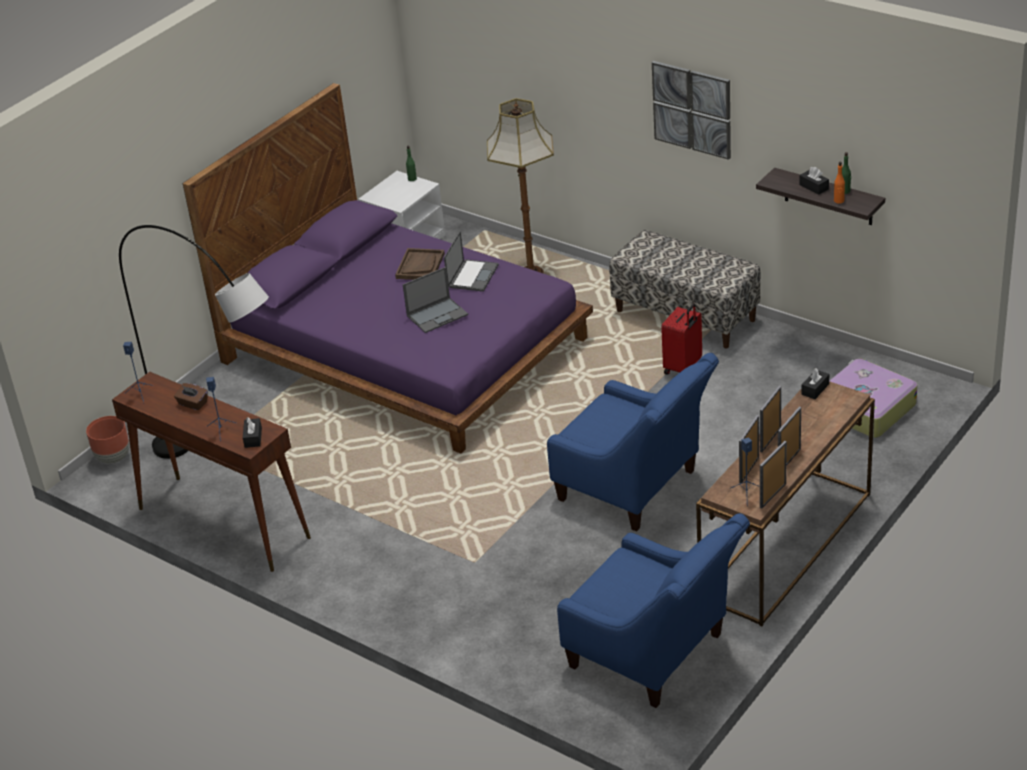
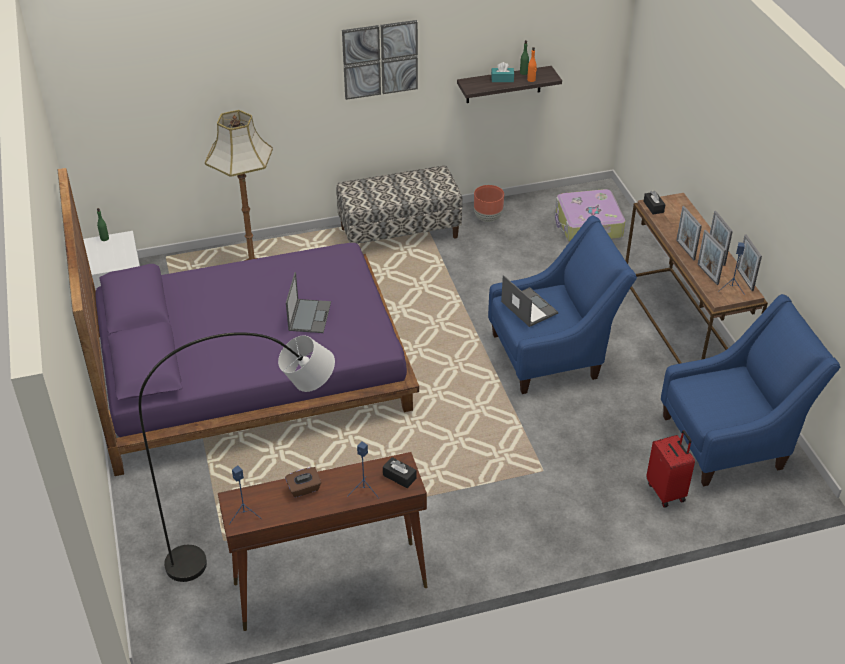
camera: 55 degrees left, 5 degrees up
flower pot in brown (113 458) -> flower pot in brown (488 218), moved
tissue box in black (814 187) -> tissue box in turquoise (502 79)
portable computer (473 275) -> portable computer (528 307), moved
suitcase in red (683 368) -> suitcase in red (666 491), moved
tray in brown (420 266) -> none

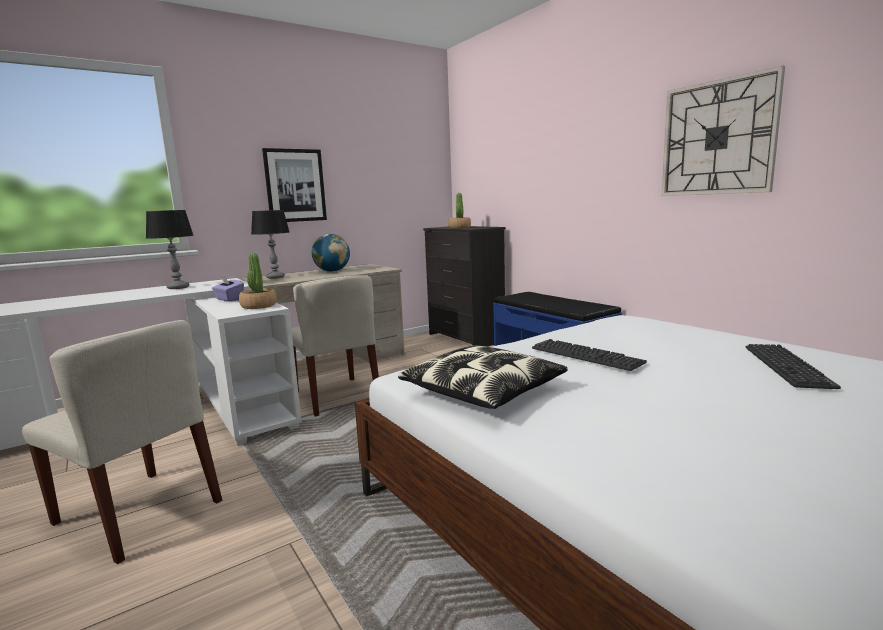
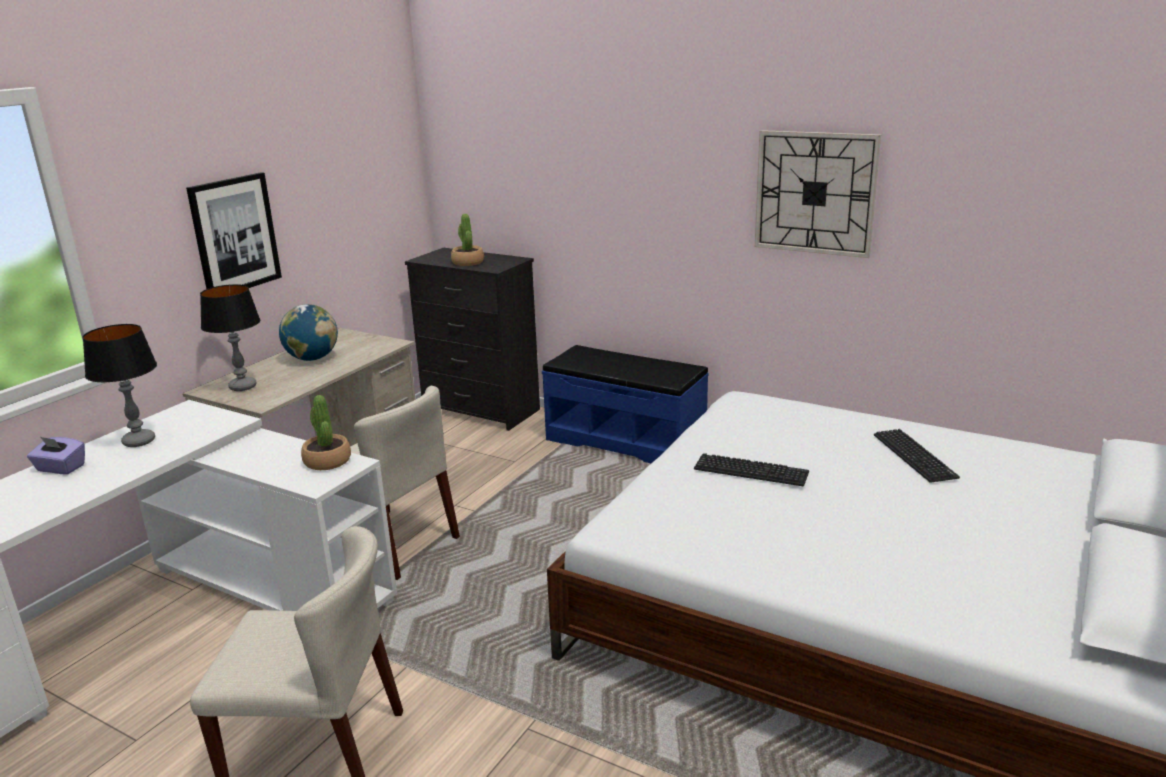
camera: 25 degrees left, 10 degrees up
tissue box in purple-coloured (229 299) -> tissue box in purple-coloured (60 468), moved
throw pillow (483 391) -> none

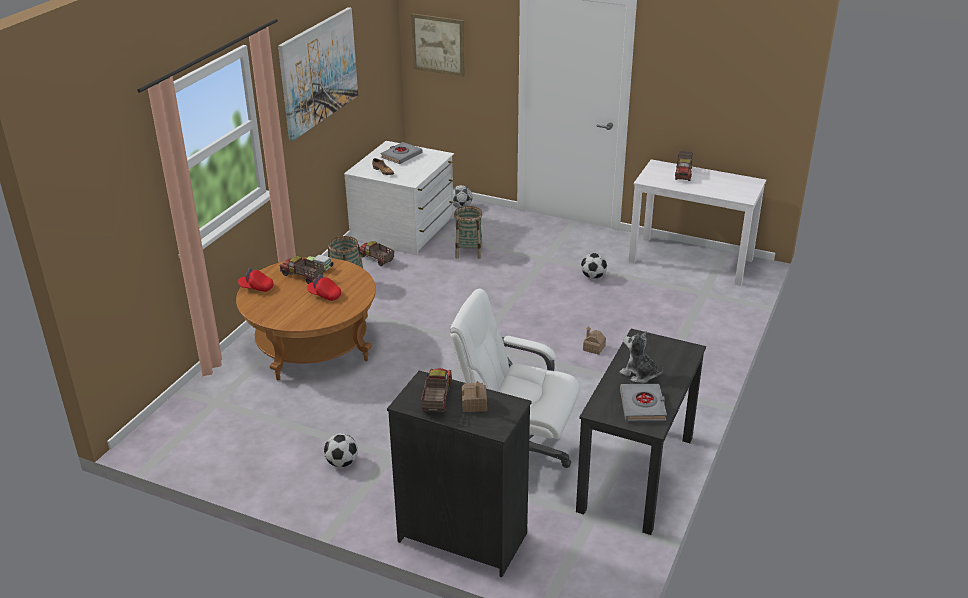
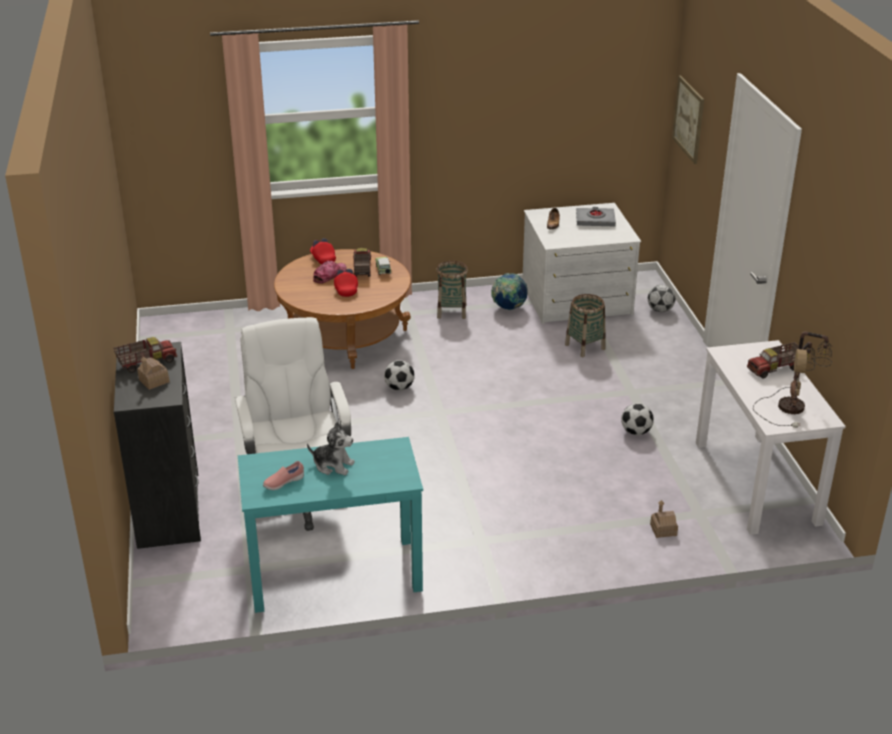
camera: 55 degrees right, 0 degrees up
desk table in black (636 474) -> desk table in turquoise (334 574)
book in grey (642 406) -> item of footwear in pink (283 483)
cuddly toy (639 374) -> cuddly toy (333 465), 105 degrees clockwise
none -> peaked cap (329 275)
football (342 463) -> football (399 388), moved
model truck (376 259) -> world globe (508 308)
toy house (594 348) -> toy house (663 530), moved
none -> lamp for a table (792 406)
wall picture (318 72) -> none

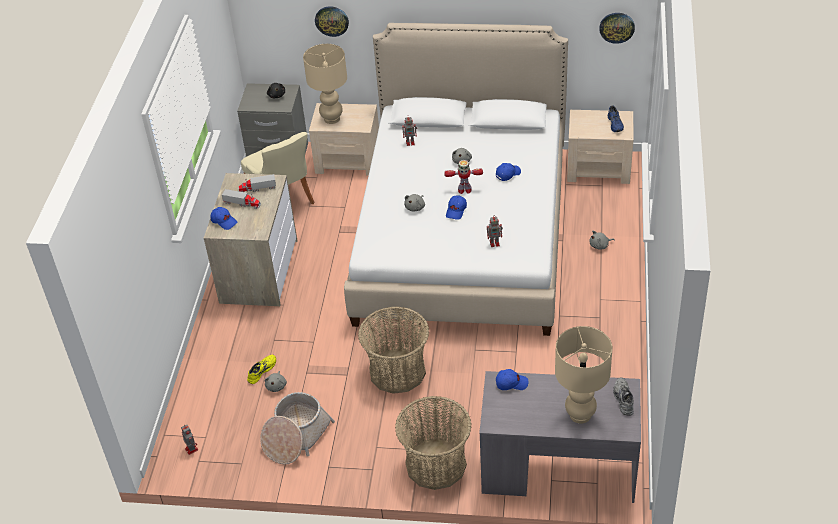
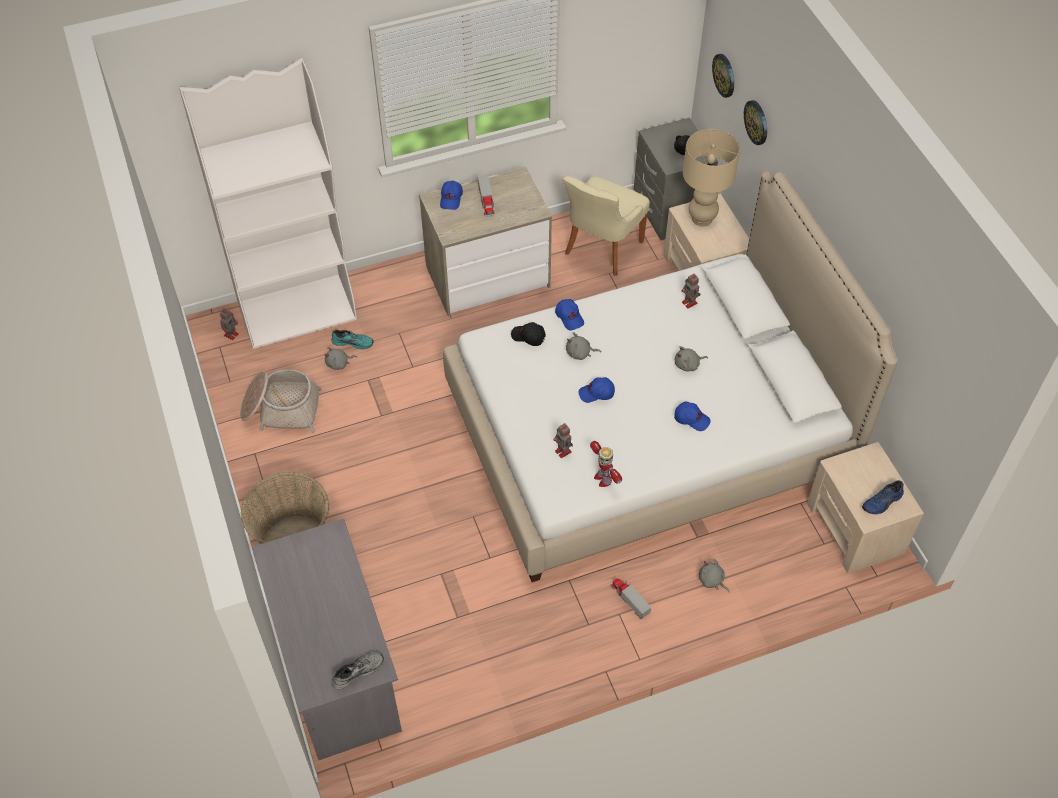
camera: 60 degrees right, 10 degrees up
none -> bookcase in white (298 310)
item of footwear in yellow (261 370) -> item of footwear in turquoise (353 342)
none -> peaked cap in black (528 337)
peaked cap in bluish (511 383) -> peaked cap in bluish (569 317), moved
toy robot (464 190) -> toy robot (603 478), moved
model truck (257 188) -> model truck (629 599), moved
hanging clock (617 27) -> hanging clock (724 75), moved
basket (397 371) -> none
lamp for a table in beige (579 415) -> none

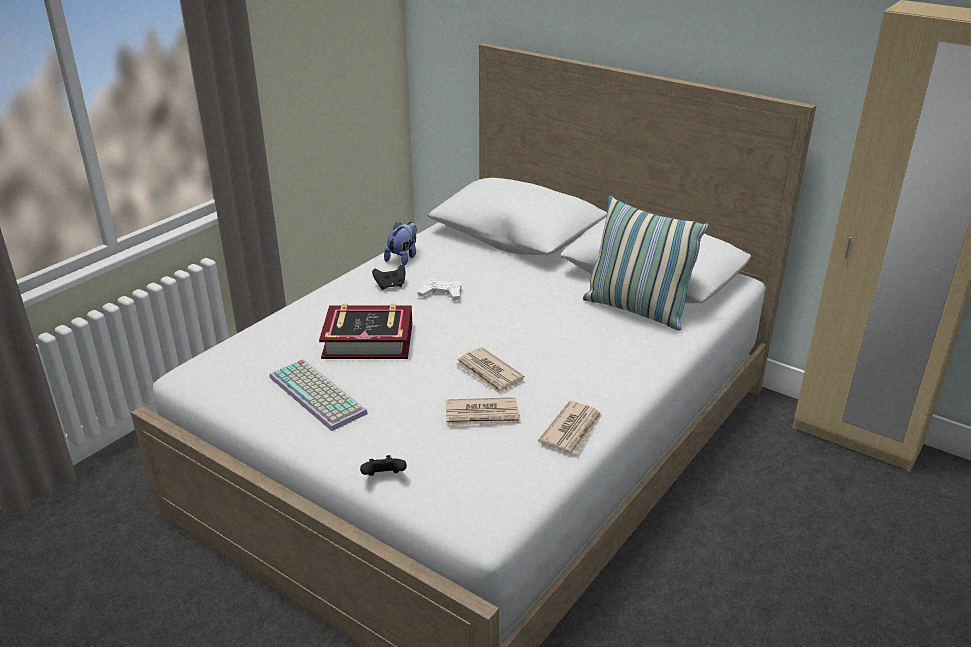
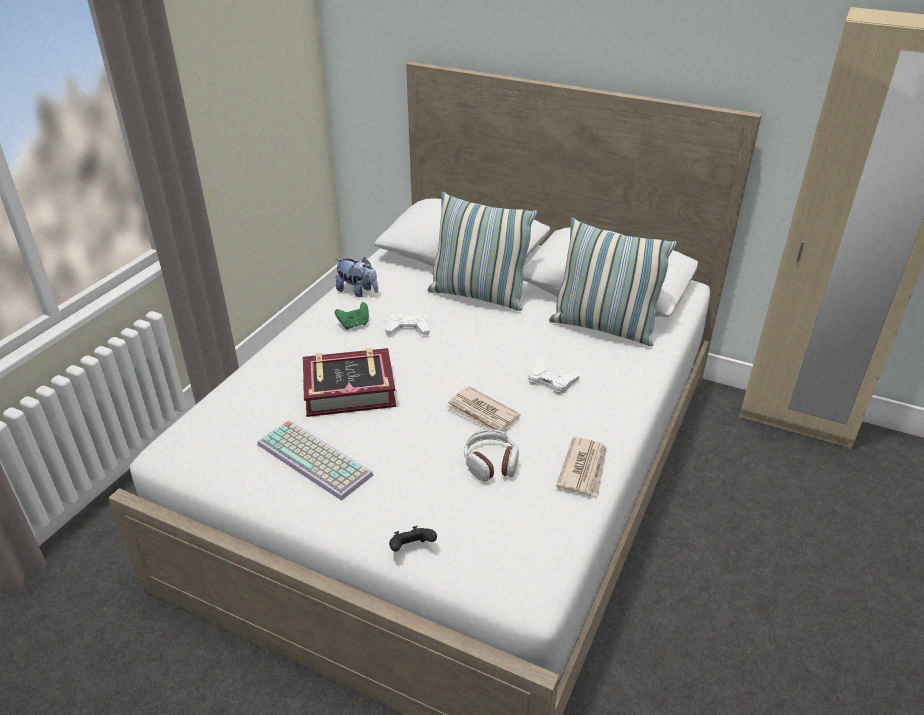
camera: 10 degrees left, 5 degrees up
cuddly toy (403 258) -> cuddly toy (358 291), 105 degrees clockwise
game controller in black (390 286) -> game controller in greenish (354 325)
none -> throw pillow (478 295)
newspaper (483 415) -> headphones (491 463)
none -> game controller in white (551 380)

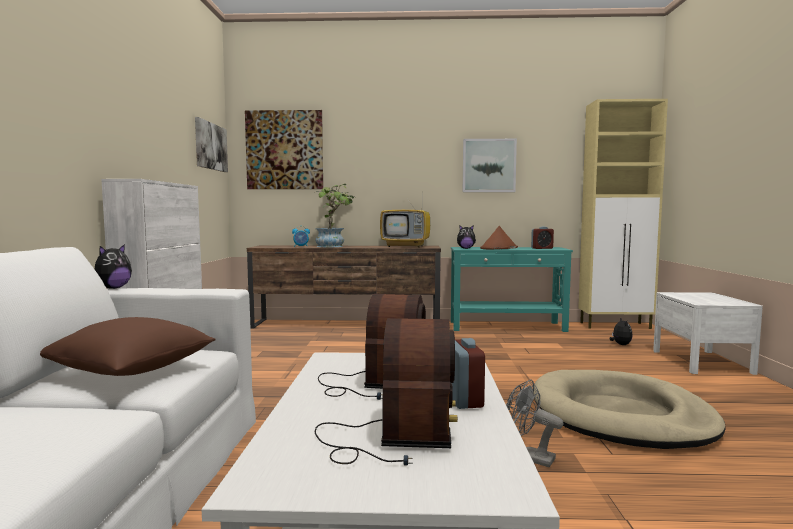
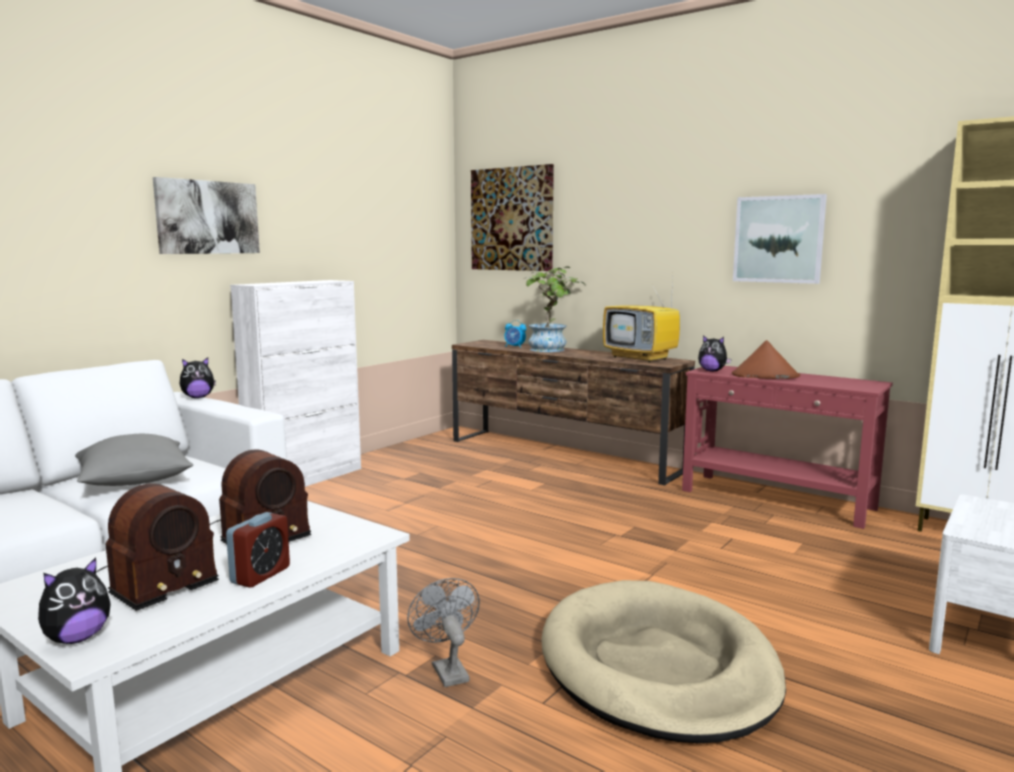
camera: 35 degrees right, 5 degrees up
cuddly toy (620 344) -> cuddly toy (77 638), moved
throw pillow in brown (131 371) -> throw pillow in grey (134 481)
wall picture (210 146) -> wall picture (207 217), moved
hall table in turquoise (507 326) -> hall table in red (777 500)
alarm clock (542 248) -> none

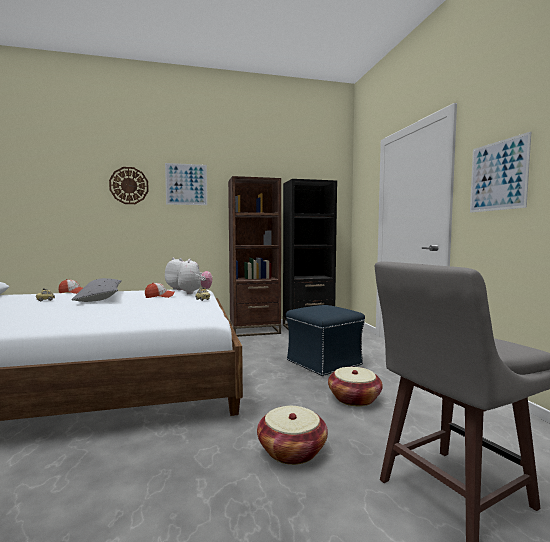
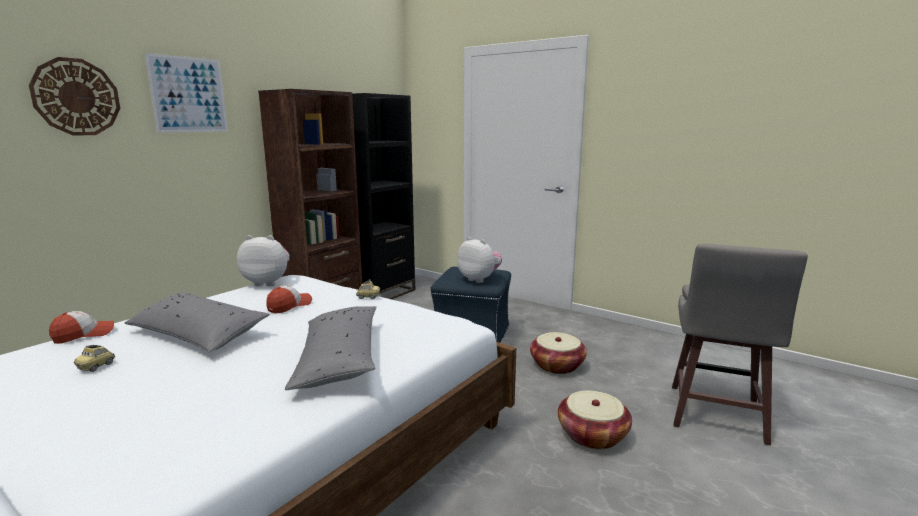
camera: 40 degrees left, 10 degrees up
none -> throw pillow in grey (338 359)
cuddly toy (194 293) -> cuddly toy (479 279), moved
wall picture (498 176) -> none

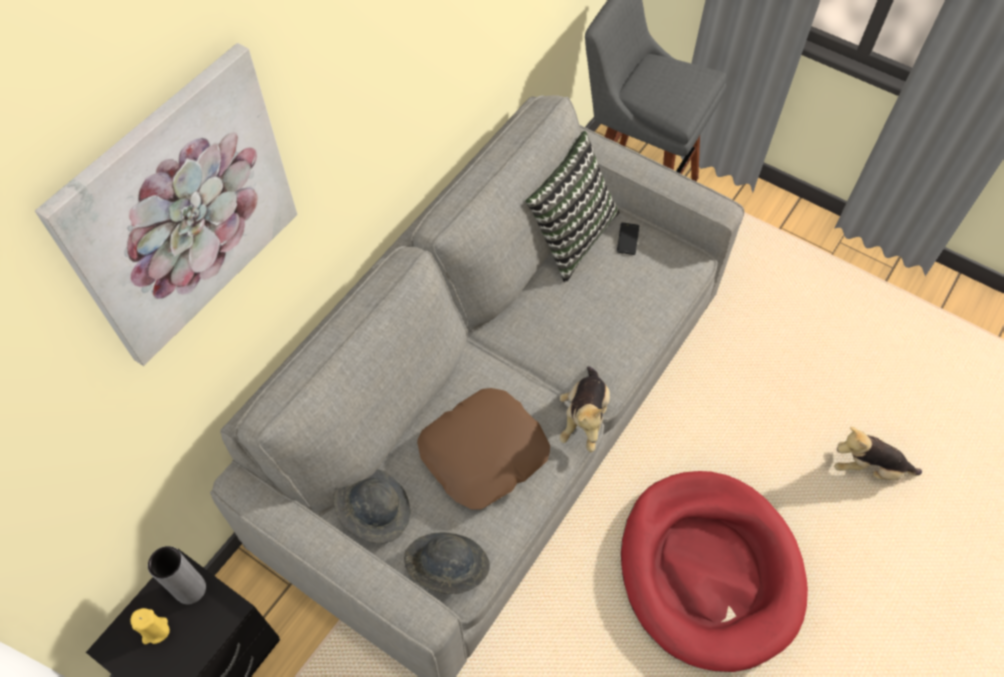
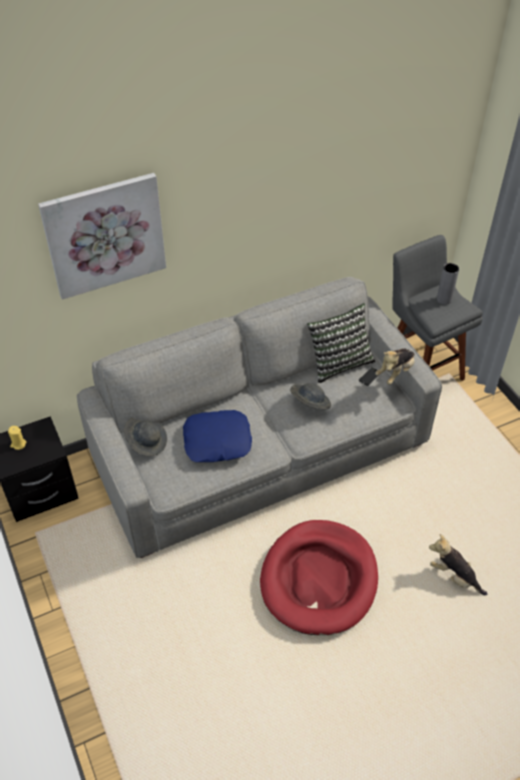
camera: 30 degrees right, 10 degrees down
throw pillow in brown (484 453) -> throw pillow in bluish (217 441)
clothing hat in grey (447 568) -> clothing hat in grey (309 403), moved
cuddly toy (584 418) -> cuddly toy (395 373), moved
decorative vase in grey (190 589) -> decorative vase in grey (444 299), moved

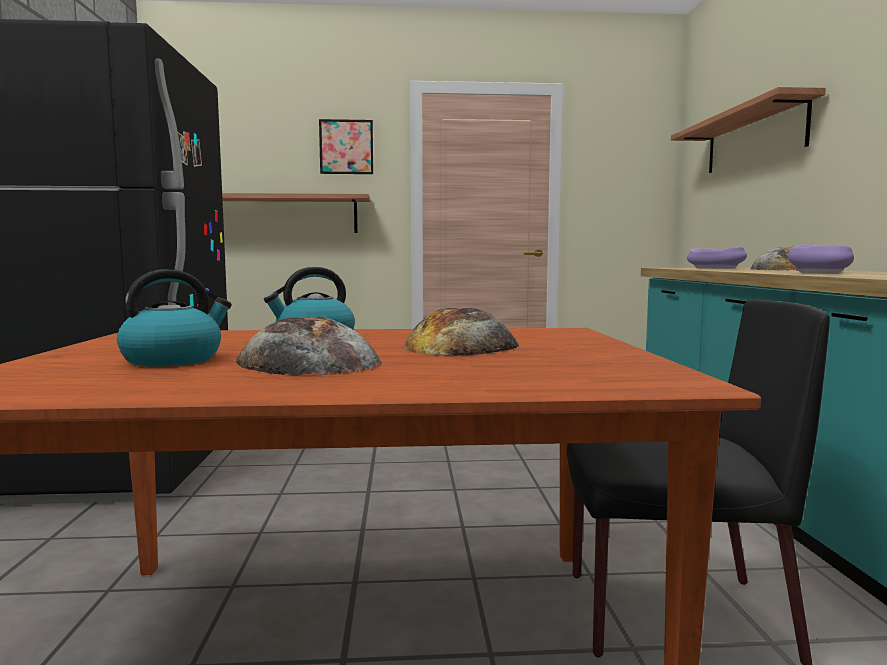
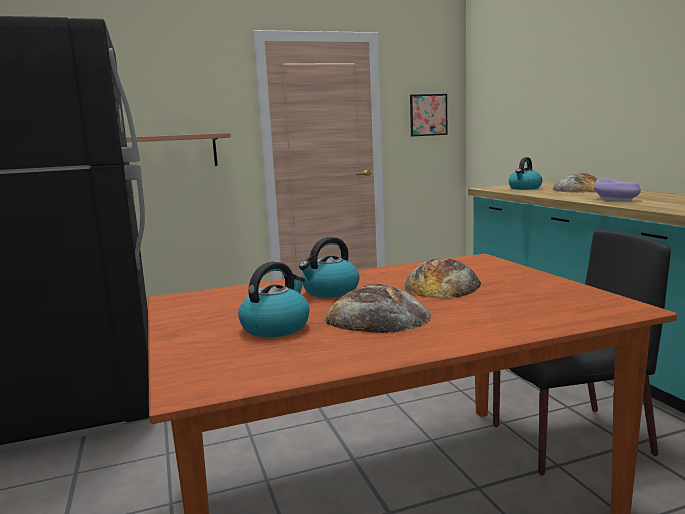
camera: 15 degrees left, 5 degrees up
wall picture (346 147) -> wall picture (428 115), moved
deep dish in purple-coloured (715 268) -> kettle (525 188)
wall shelf (754 138) -> none

